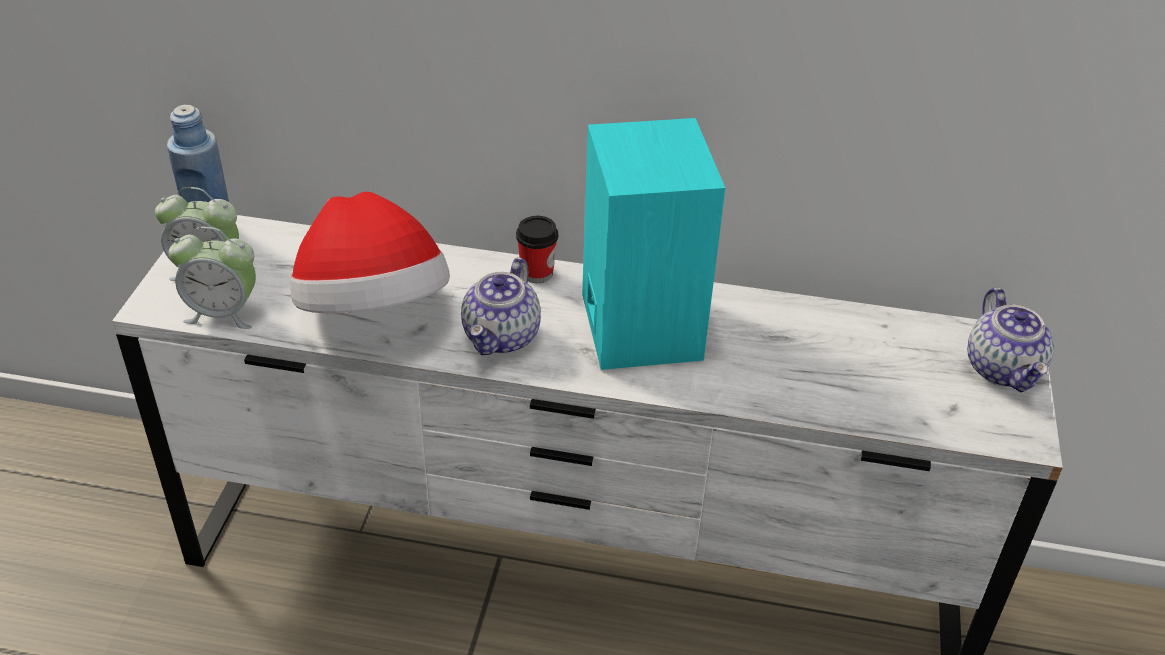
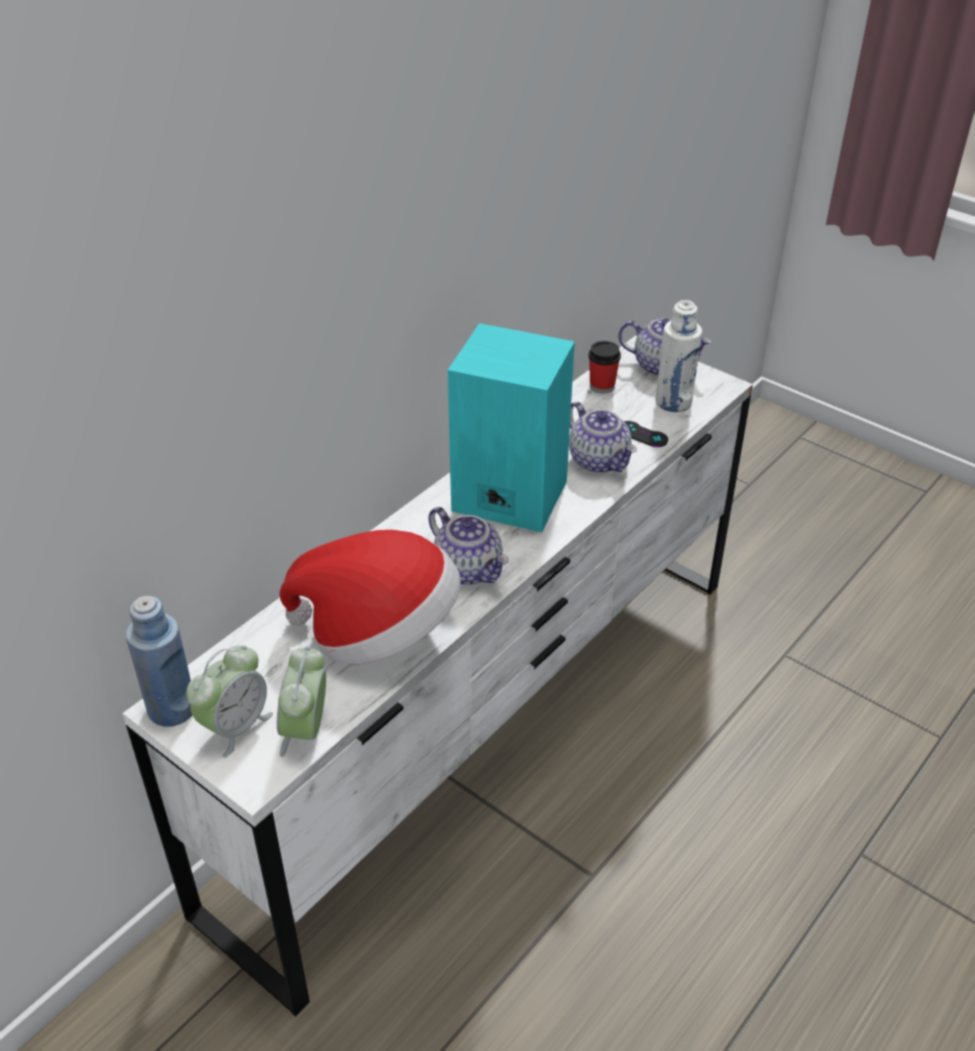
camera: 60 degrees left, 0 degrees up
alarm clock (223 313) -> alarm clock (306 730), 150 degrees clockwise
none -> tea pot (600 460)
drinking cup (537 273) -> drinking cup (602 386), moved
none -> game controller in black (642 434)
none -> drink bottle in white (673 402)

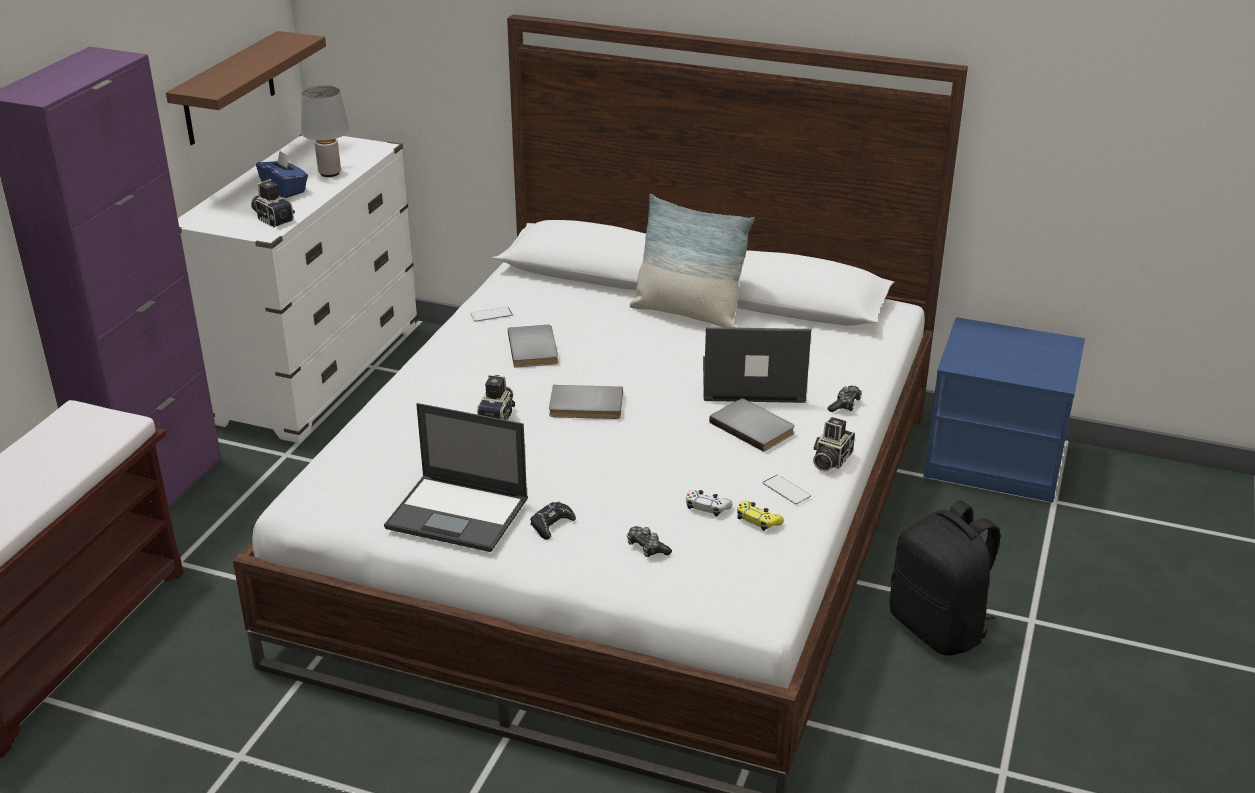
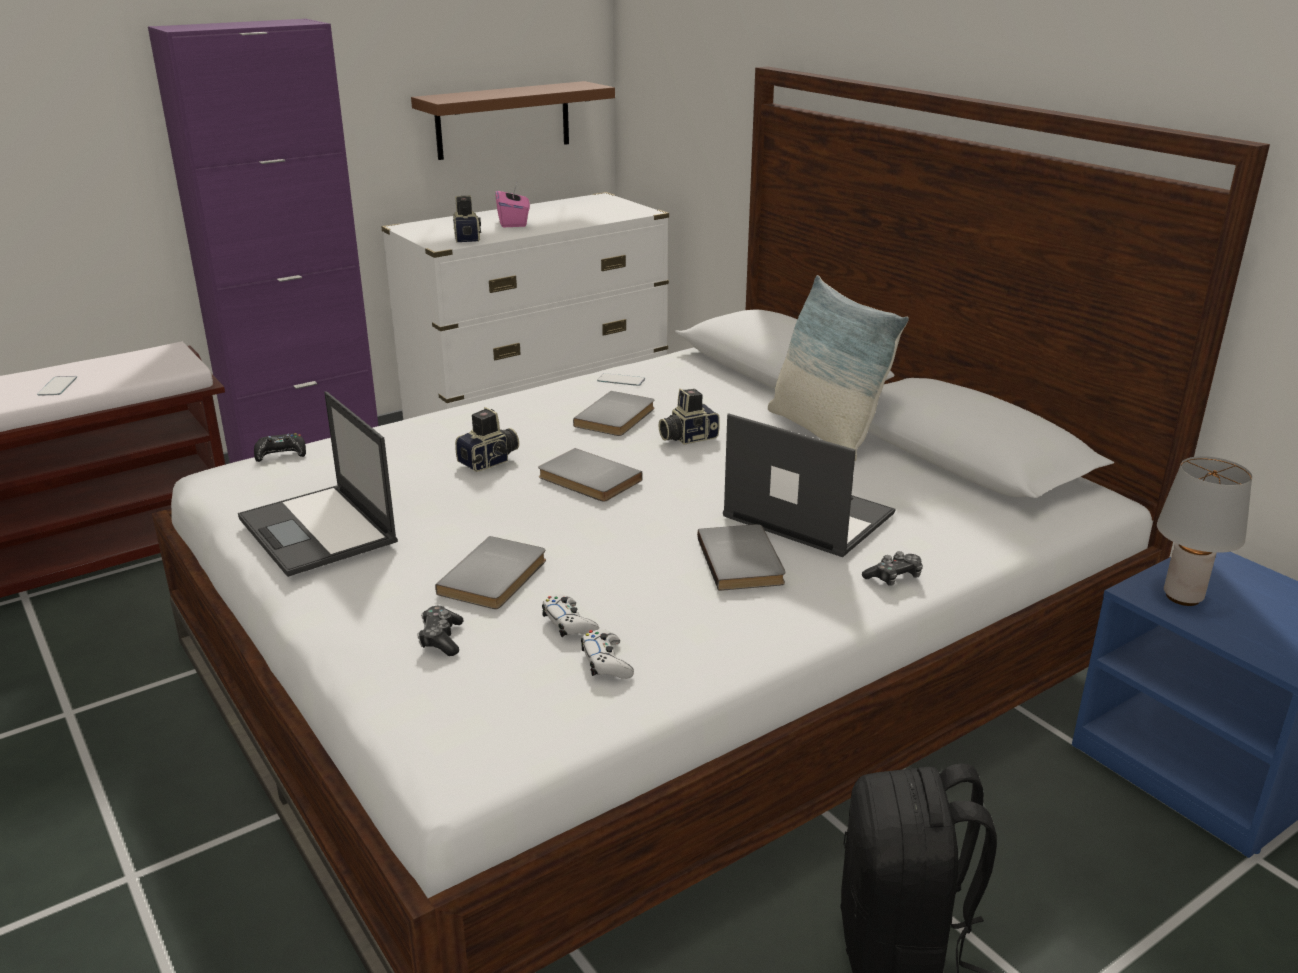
camera: 35 degrees right, 5 degrees down
handset (786 490) -> handset (57 386), moved
game controller in black (551 525) -> game controller in black (281 454), moved
none -> book in grey (496 577)
tissue box in bluish (285 190) -> tissue box in pink (513 222)
game controller in yellow (758 520) -> game controller in white (606 662)
still camera (830 460) -> still camera (687 437), moved
lamp for a table in grey (329 173) -> lamp for a table in grey (1182 596), moved

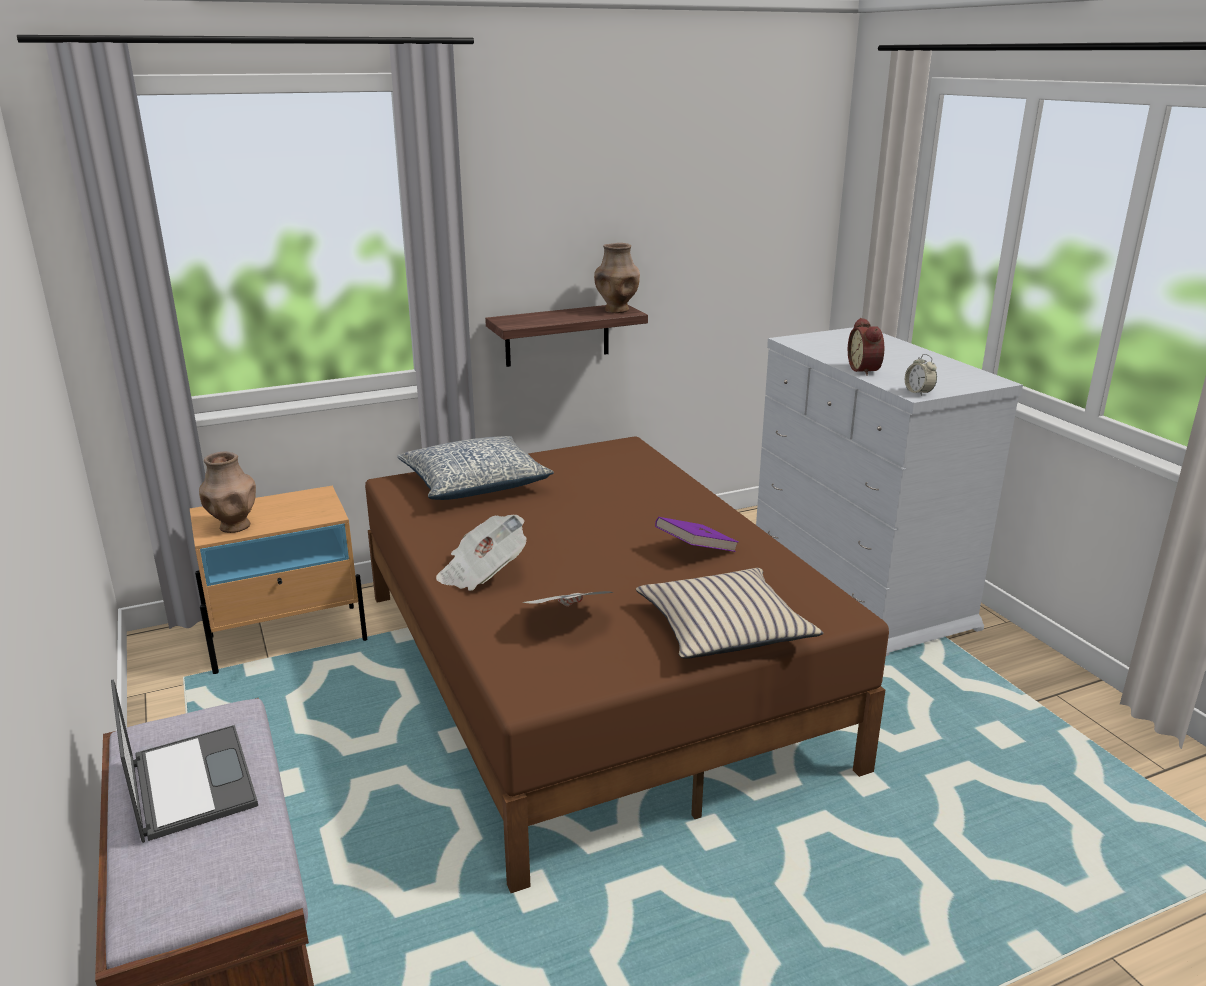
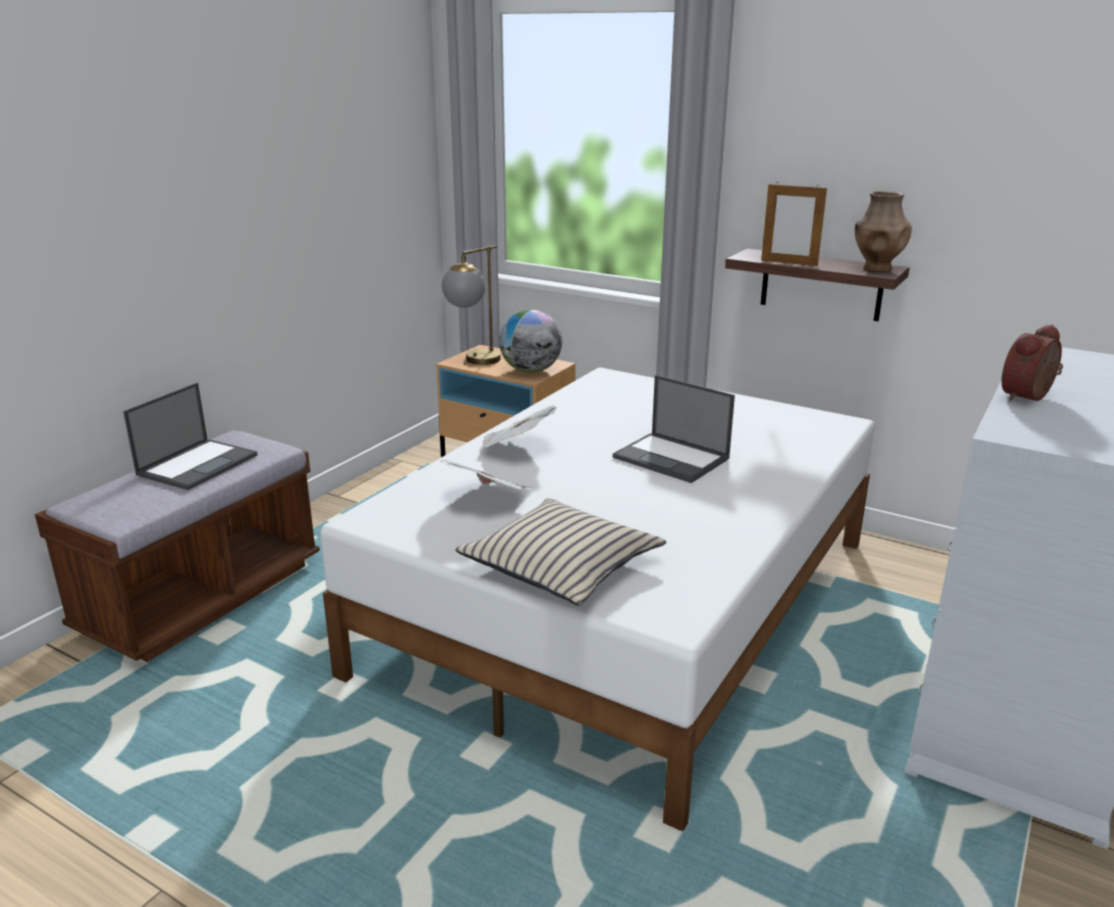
camera: 55 degrees right, 0 degrees up
bed in brown (591 674) -> bed in white (627 605)
decorative vase in brown (234 527) -> lamp for a table (474 362)
none -> world globe (530 371)
none -> portable computer (672 458)
none -> photo frame (789 263)
throw pillow (475 484) -> none
book in purple-coloured (695 550) -> none
alarm clock (918 392) -> none

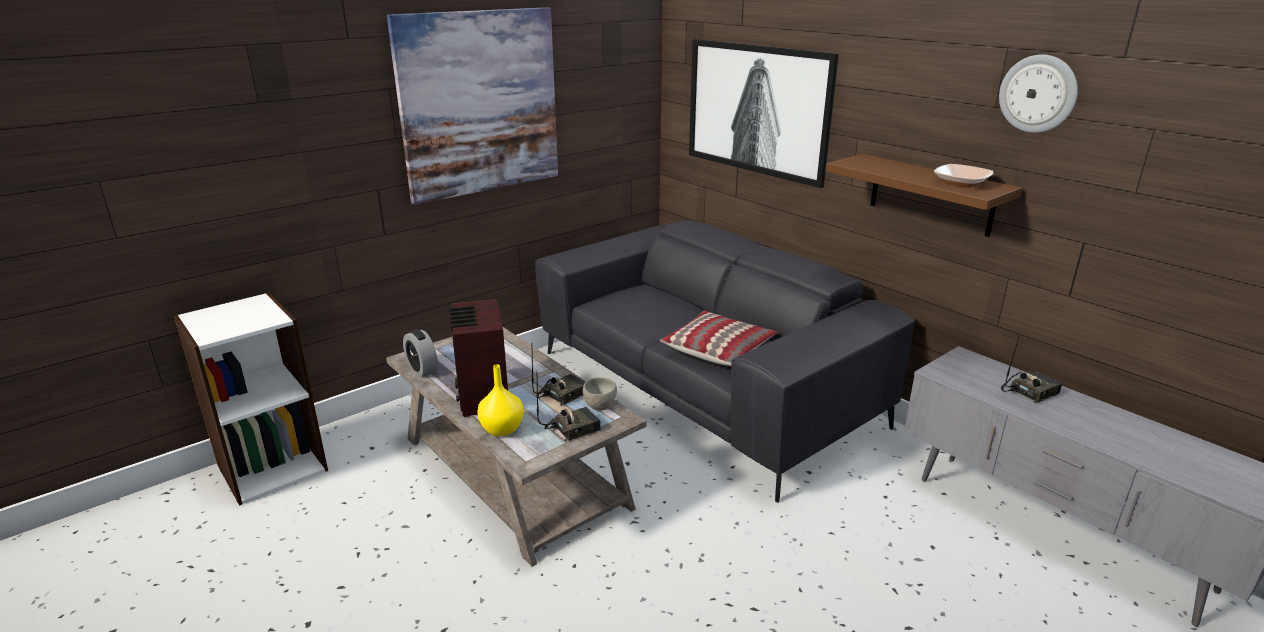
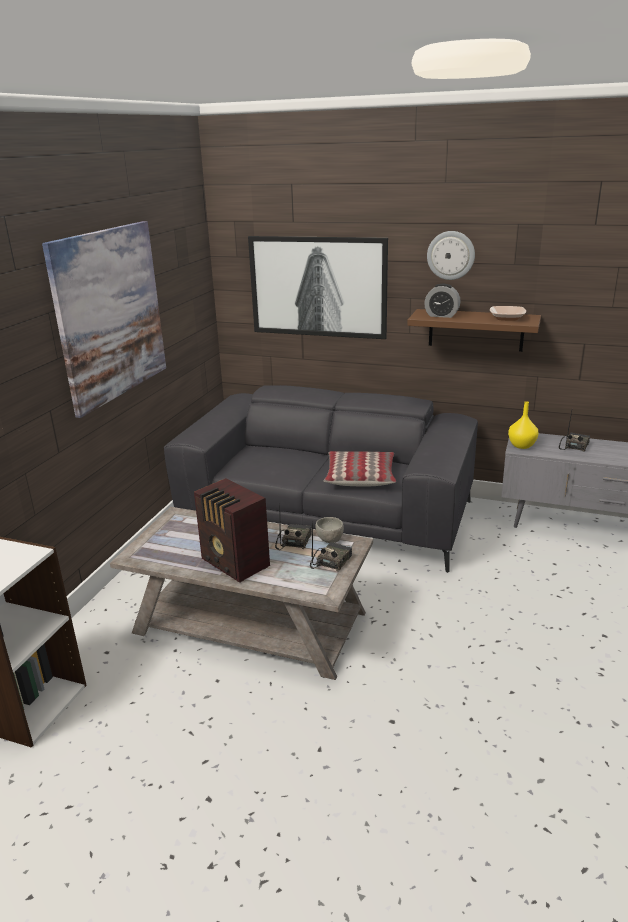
camera: 30 degrees left, 0 degrees up
alarm clock (422 369) -> alarm clock (441 315), moved
hanging clock (1038 94) -> hanging clock (451 255), moved
decorative vase in yellow (501 429) -> decorative vase in yellow (521 445), moved

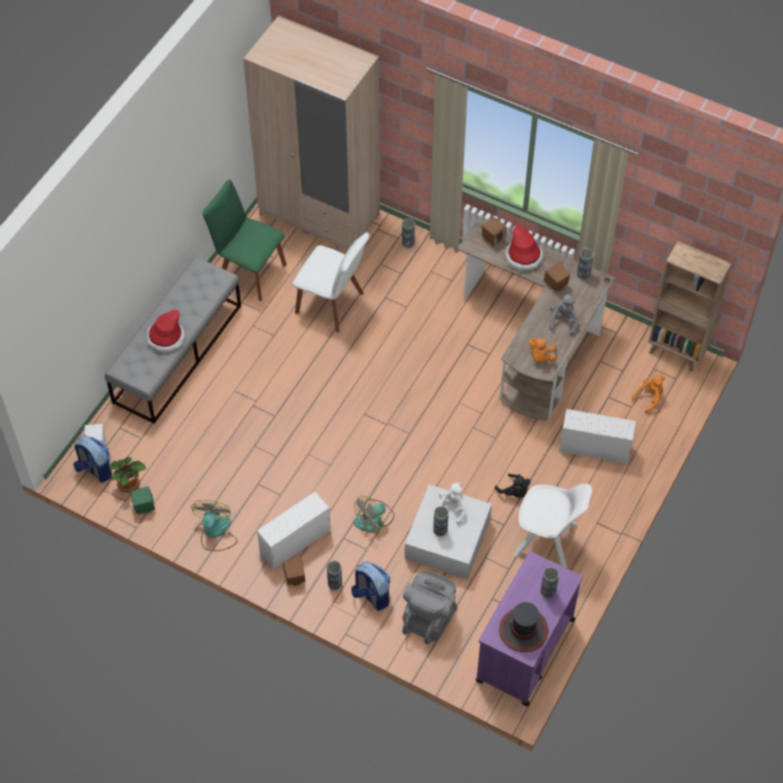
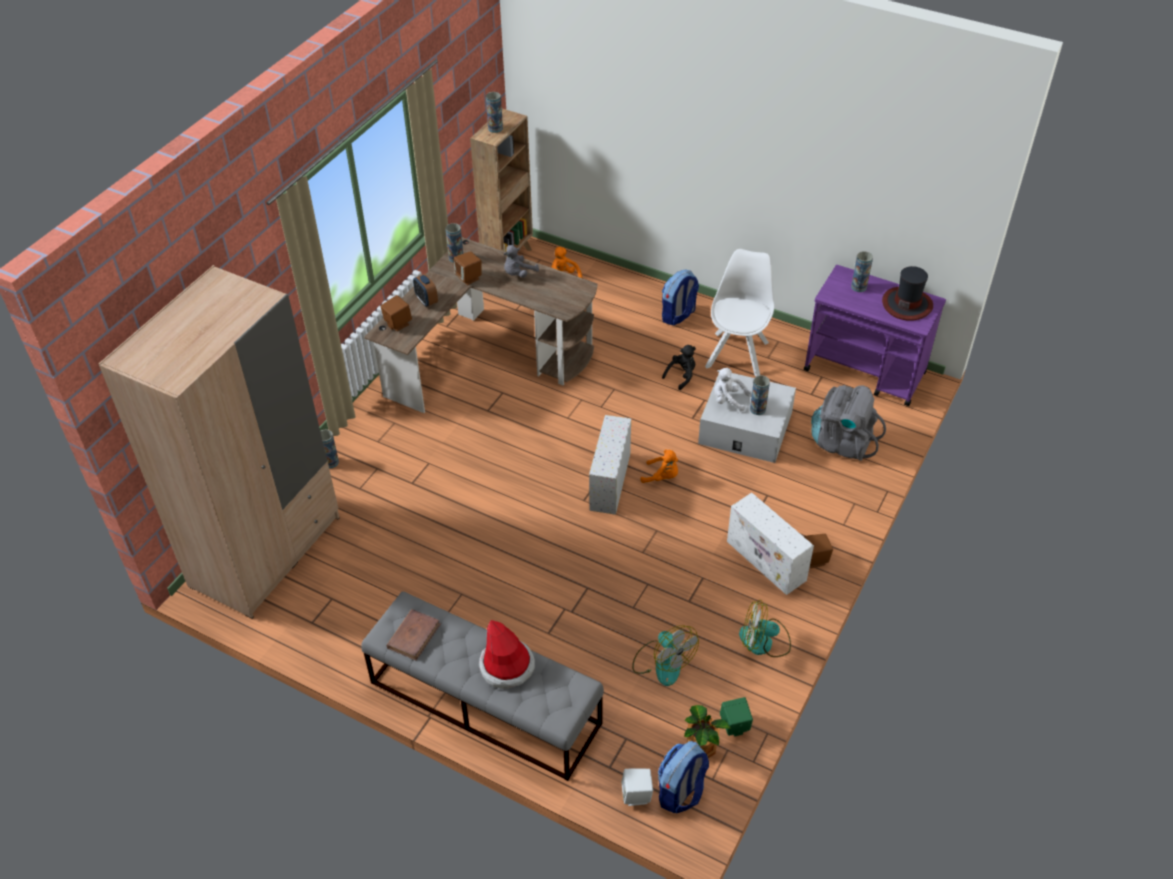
camera: 90 degrees left, 10 degrees down
none -> book in brown (414 636)
clothing hat (524 257) -> alarm clock (426 300)
decorative vase (335 583) -> decorative vase (495 128), moved
cuddly toy in grey (563 321) -> cuddly toy in grey (518 274), 60 degrees counterclockwise
storage box in white (593 448) -> storage box in white (610 483), moved
electric fan (374 519) -> electric fan (662 662), moved
cuddly toy in orangey (541 356) -> cuddly toy in orangey (662 476), moved
backpack (371 595) -> backpack (678 315), moved
chair in greenish (249 272) -> none
chair in white (332 305) -> none

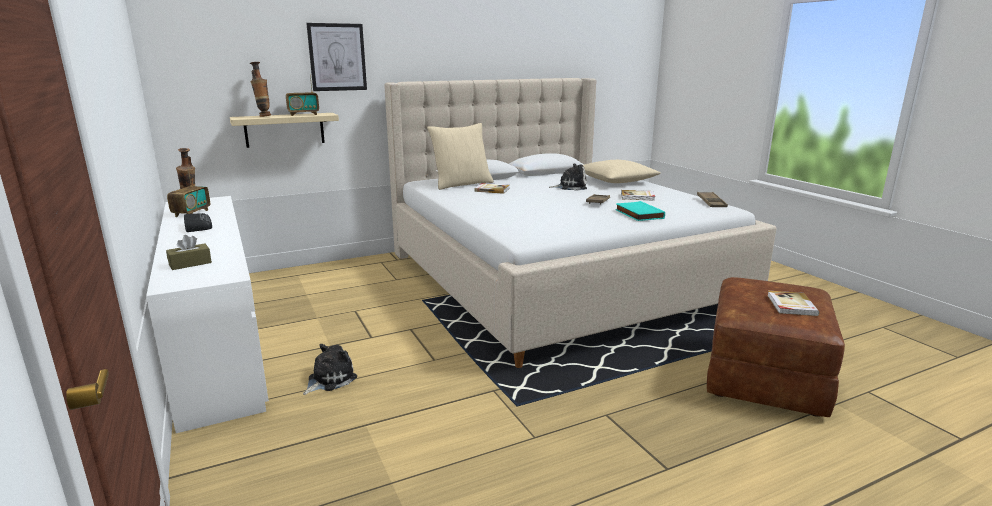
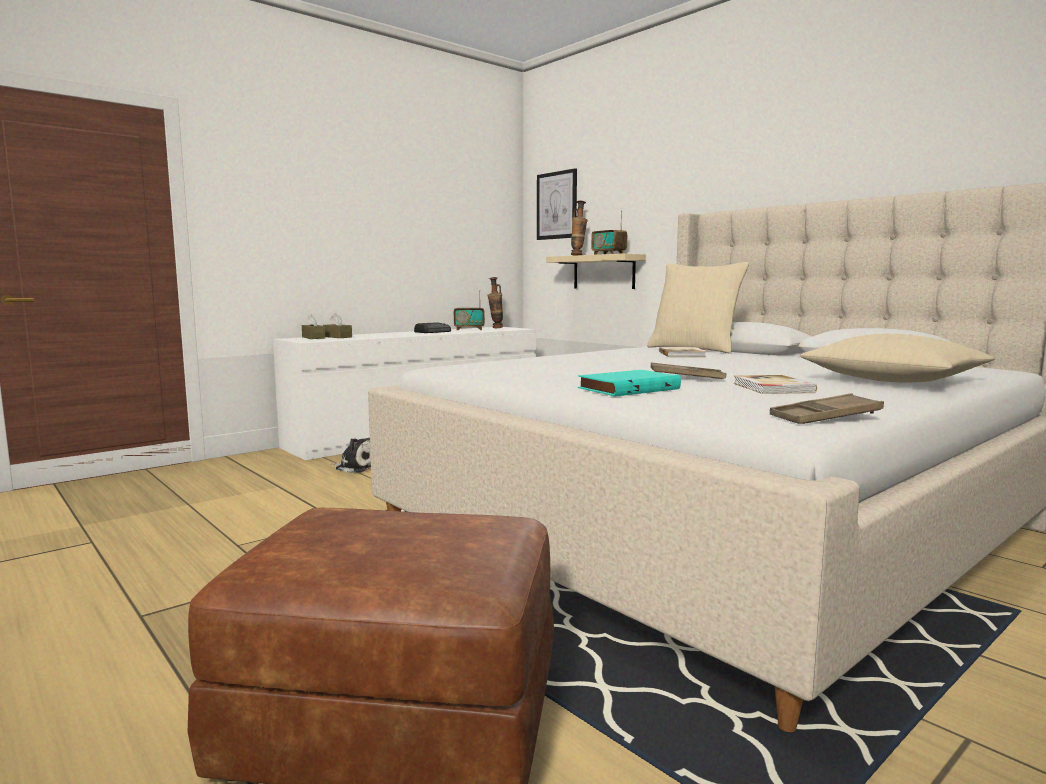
camera: 75 degrees right, 10 degrees down
none -> tissue box in brown (313 337)
wall picture (337 57) -> wall picture (557 205), moved
cuddly toy (570 187) -> none
book (791 305) -> none

